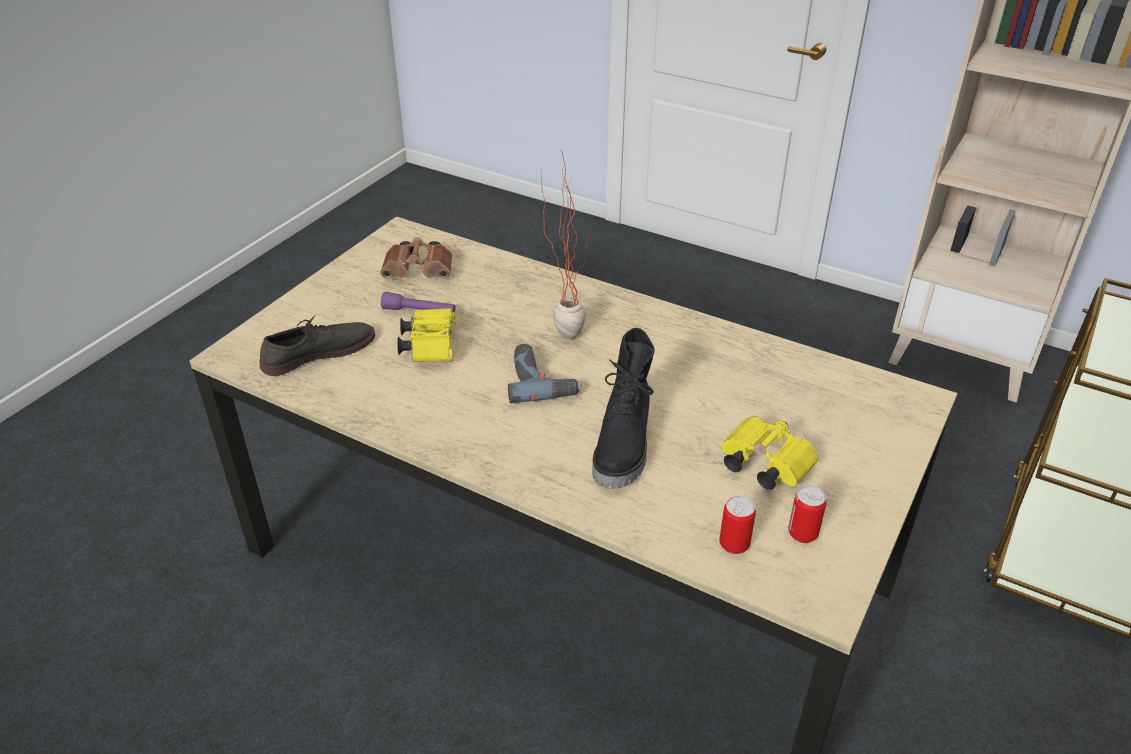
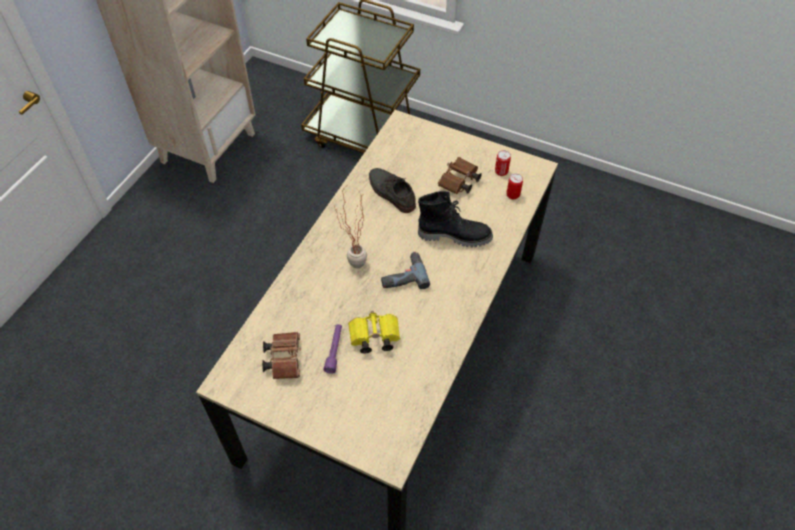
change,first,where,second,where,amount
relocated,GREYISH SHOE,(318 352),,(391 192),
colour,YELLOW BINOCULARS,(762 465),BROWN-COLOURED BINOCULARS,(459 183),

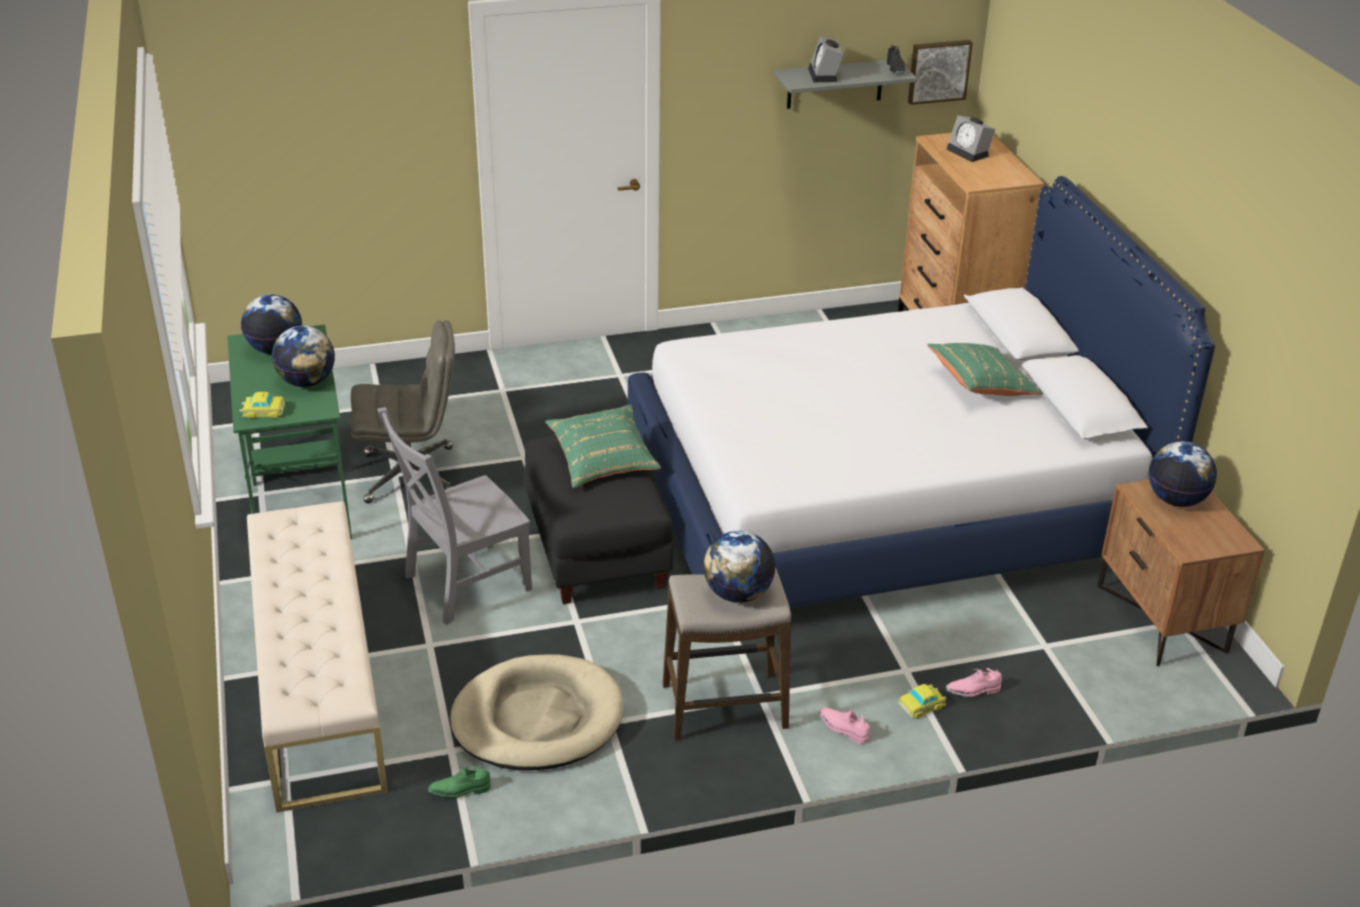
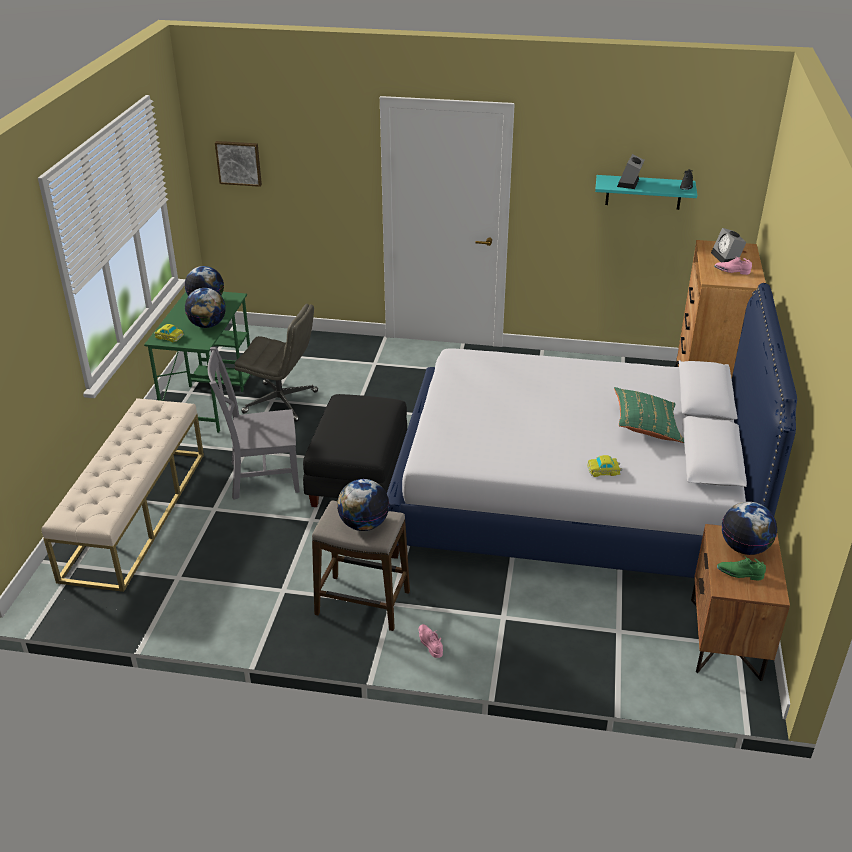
change,first,where,second,where,amount
relocated,WALL ART,(938 71),,(239 163),
relocated,TOY CAR,(922 705),,(604 470),
colour,GREYISH SHELF,(835 84),TURQUOISE-COLOURED SHELF,(643 192),
relocated,PINKISH SHOE,(973 691),,(732 271),
relocated,GREEN-COLOURED SHOE,(460 791),,(739 574),
missing,BEIGE-COLOURED PET BED,(537 719),,,
missing,GREEN-COLOURED PILLOW,(602 461),,,

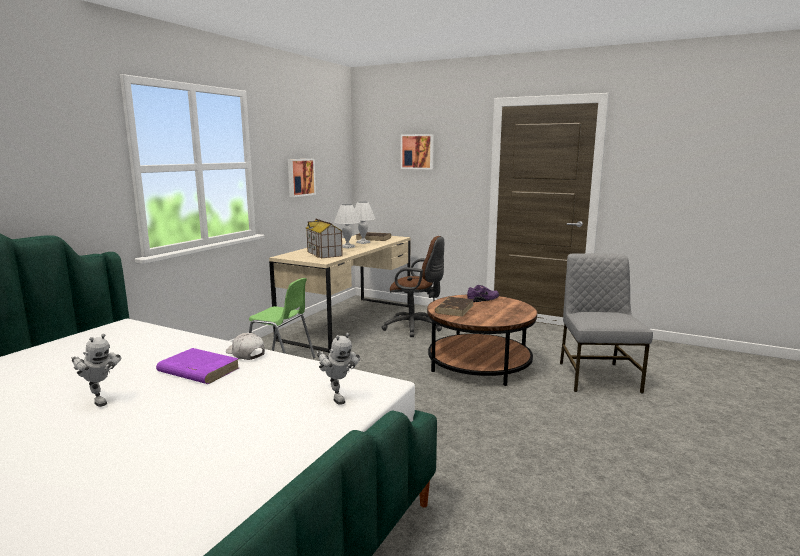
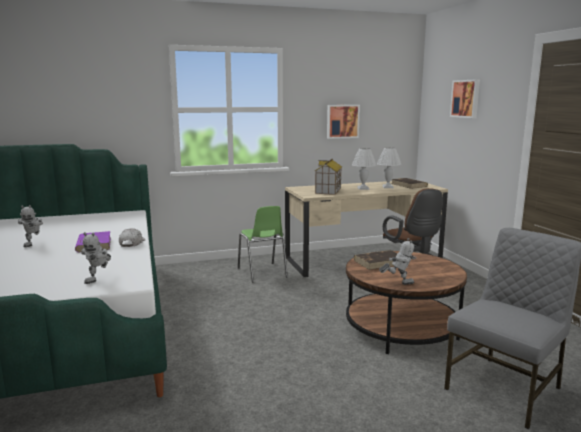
change,first,where,second,where,amount
appeared,,,TOY ROBOT,(398 283),
missing,PURPLE-COLOURED SHOE,(483 299),,,

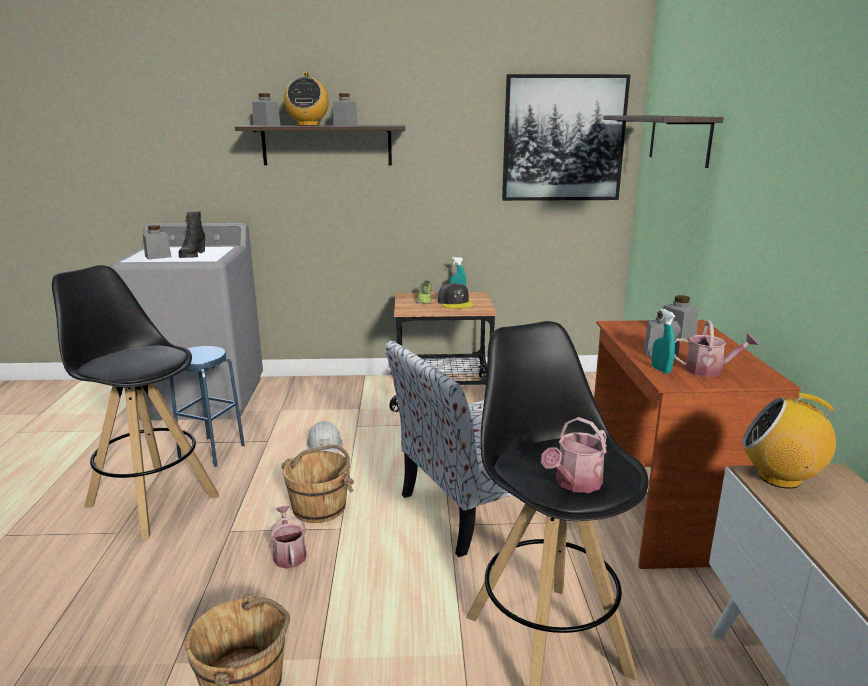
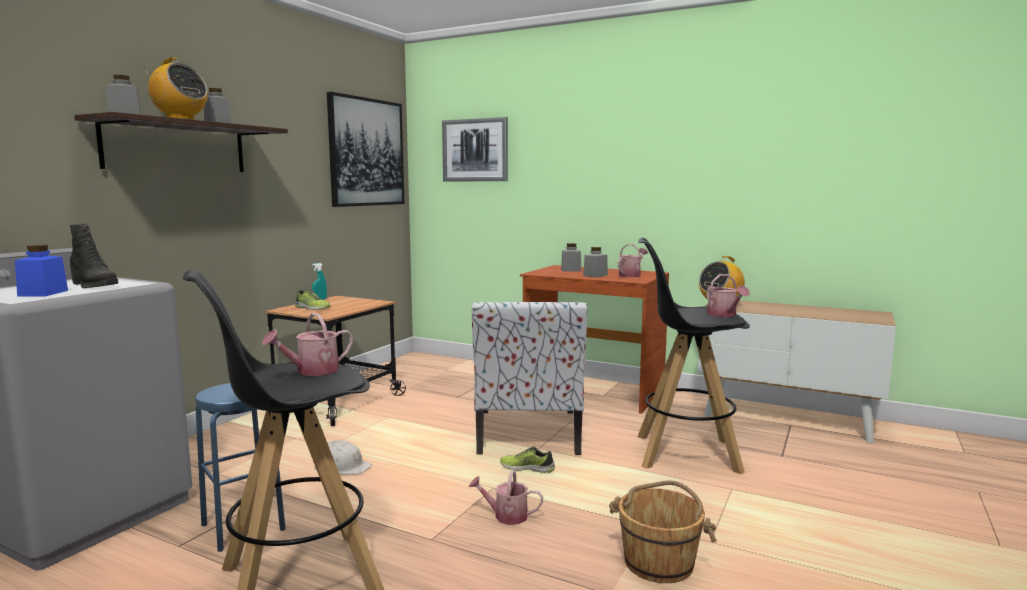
change,first,where,second,where,amount
colour,GREYISH JAR,(158 256),BLUE-COLOURED JAR,(43 293),
appeared,,,WATERING CAN,(312 371),
exchanged,SHELF,(679 139),WALL ART,(475 150),
appeared,,,SHOE,(527 468),
missing,BROWN-COLOURED BUCKET,(320 507),,,
missing,GREYISH BASEBALL CAP,(455 303),,,
missing,TURQUOISE-COLOURED SPRAYER,(660 370),,,

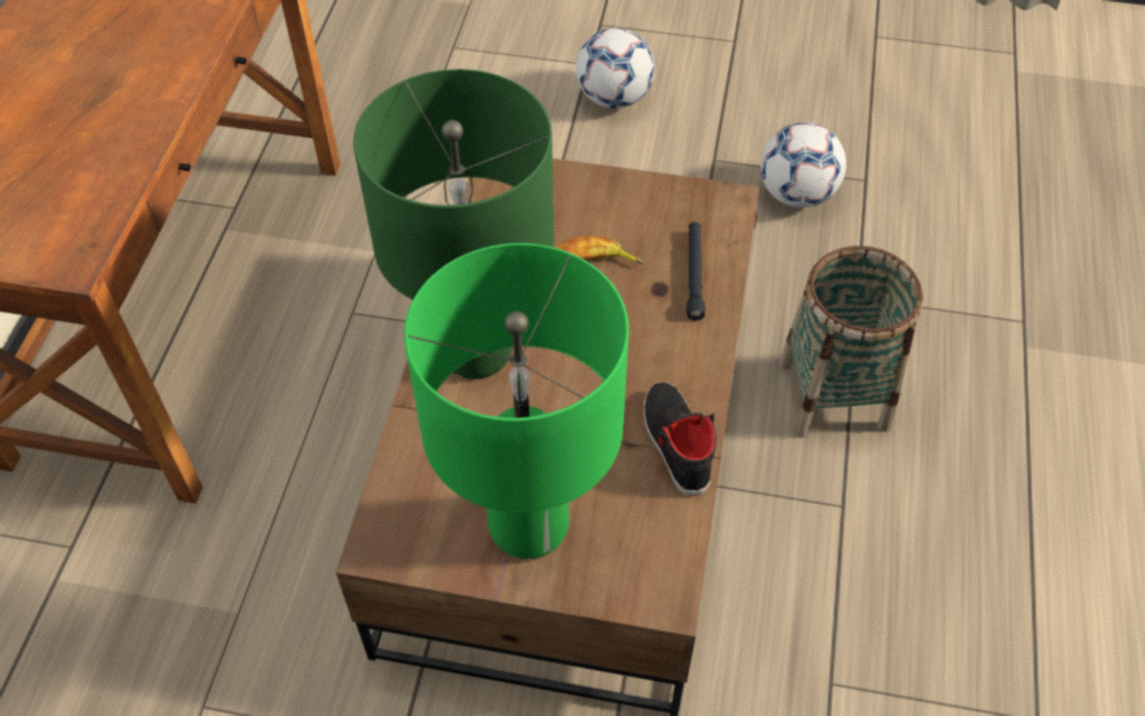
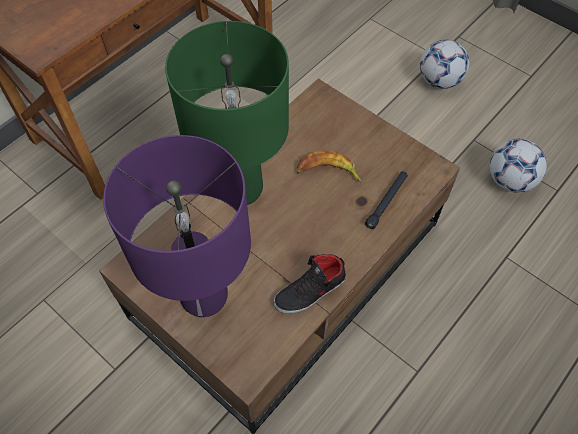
change,first,where,second,where,amount
colour,GREEN-COLOURED TABLE LAMP,(527 525),PURPLE-COLOURED TABLE LAMP,(204 296),
spun,BLACK SHOE,(675 442),,(310 291),135 degrees counterclockwise
missing,STORAGE BASKET,(834 395),,,

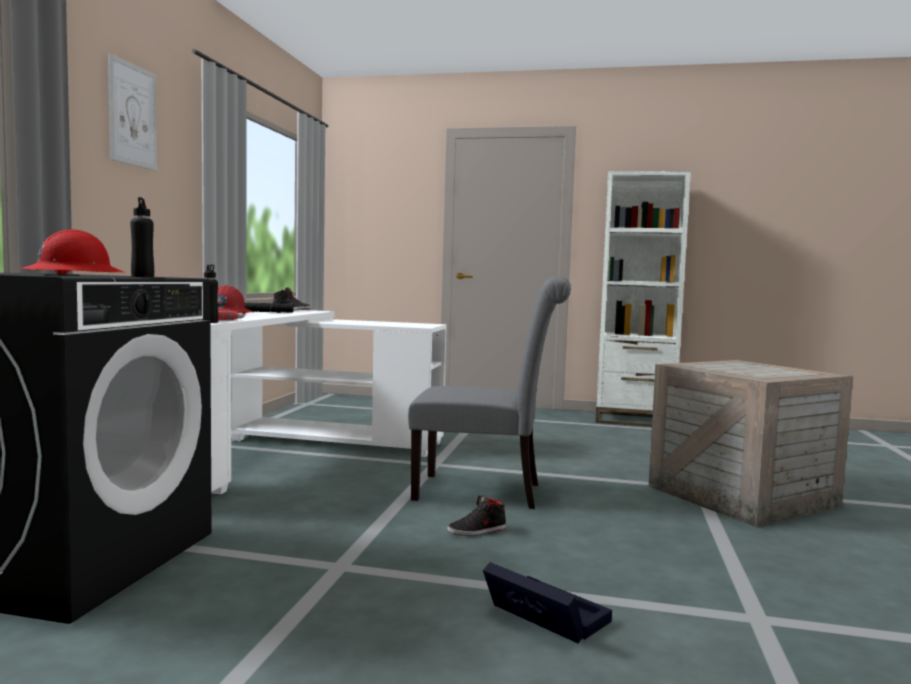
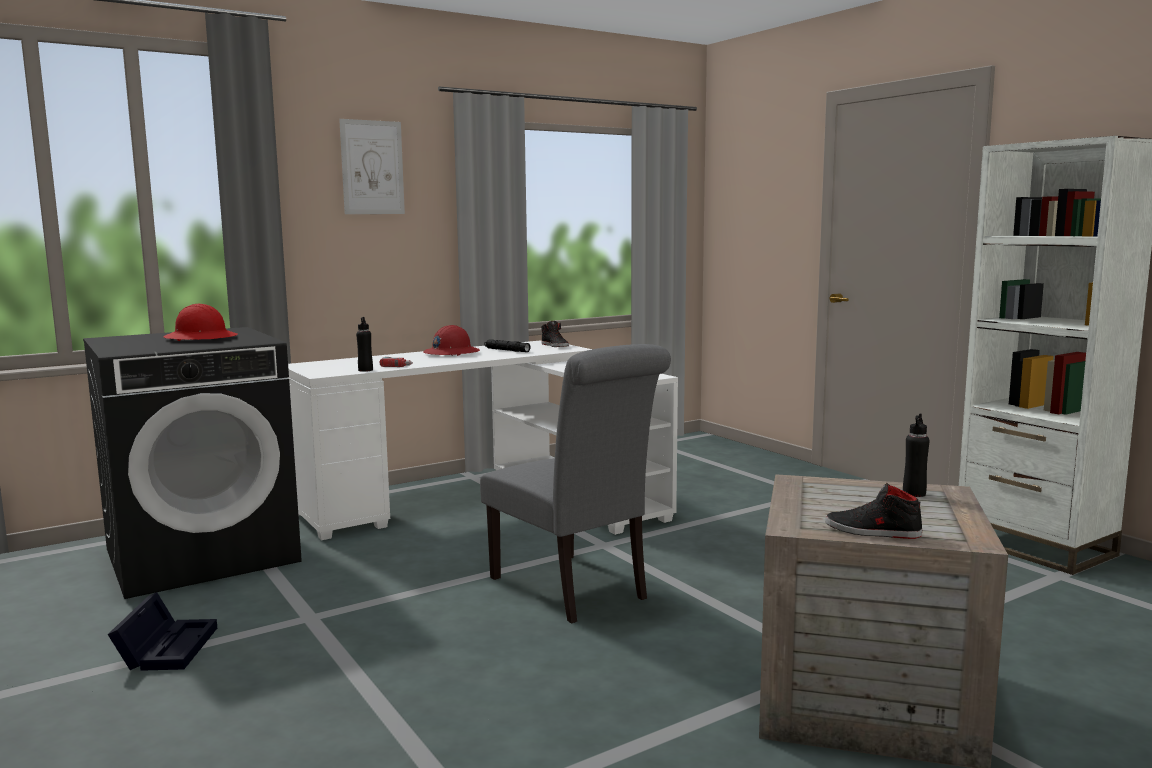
change,first,where,second,where,amount
relocated,BLACK STORAGE BIN,(542 616),,(167 647),
relocated,BLACK SHOE,(477 531),,(872 531),
relocated,BLACK BOTTLE,(142 277),,(914 493),

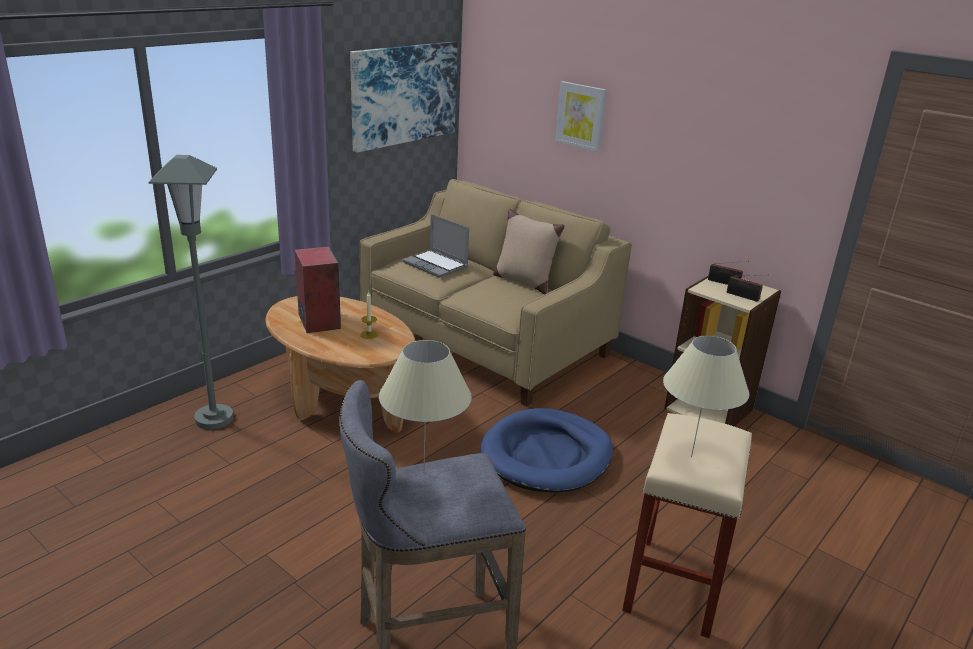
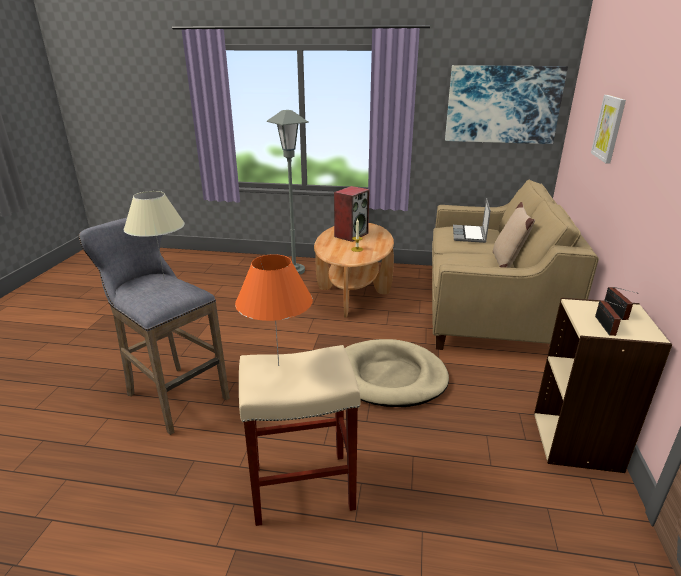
change,first,where,second,where,amount
colour,BEIGE-COLOURED TABLE LAMP,(691 457),ORANGE TABLE LAMP,(278 366),
colour,BLUE-COLOURED PET BED,(547 455),BEIGE-COLOURED PET BED,(390 377),

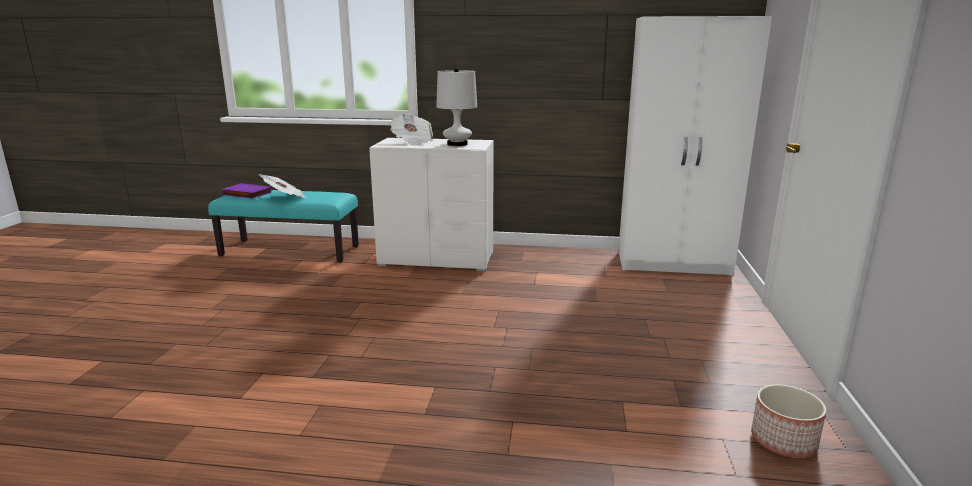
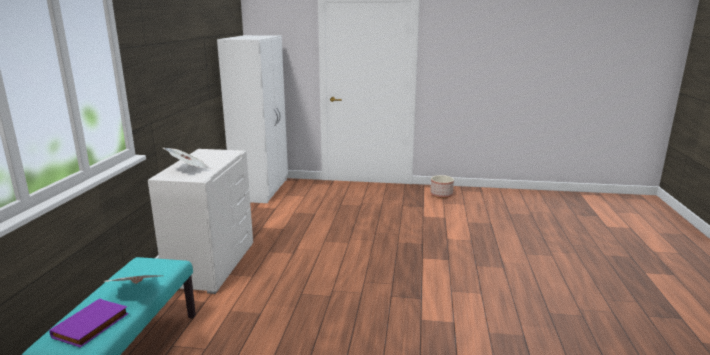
change,first,where,second,where,amount
missing,WHITISH TABLE LAMP,(457 144),,,

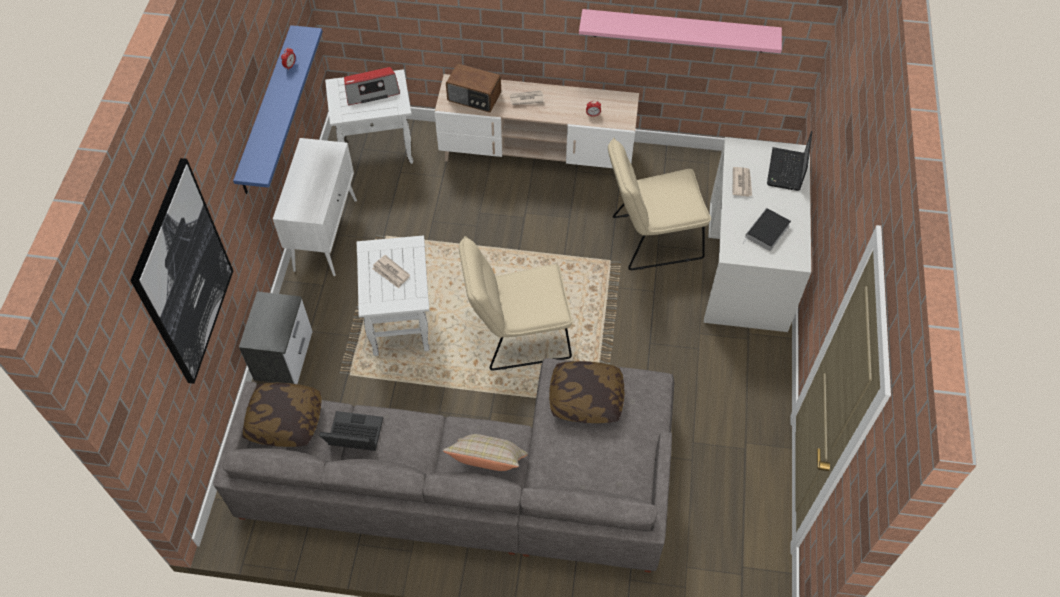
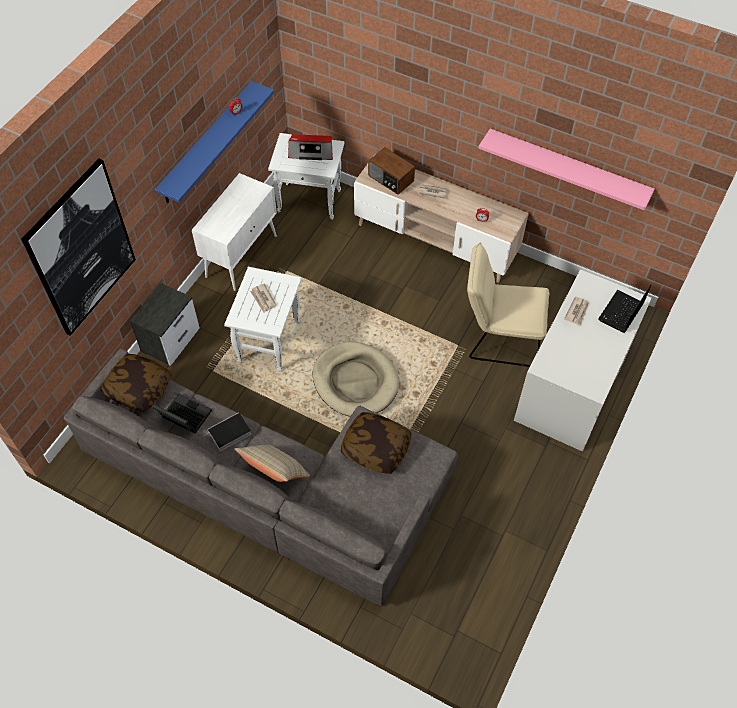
change,first,where,second,where,amount
relocated,VOLUME,(767 232),,(229 434),
exchanged,BEIGE-COLOURED UPRIGHT CHAIR,(516 335),BEIGE-COLOURED PET BED,(355 381),

